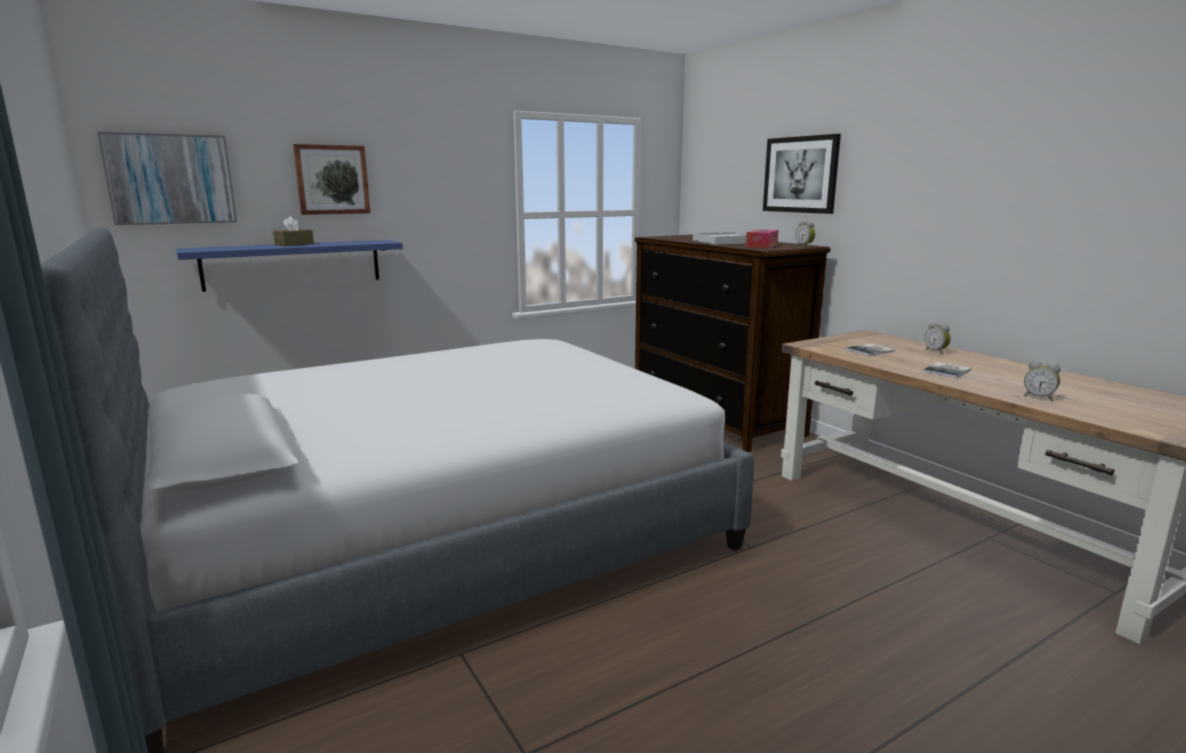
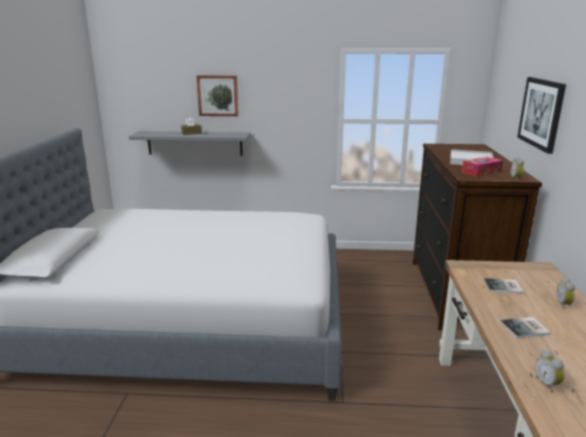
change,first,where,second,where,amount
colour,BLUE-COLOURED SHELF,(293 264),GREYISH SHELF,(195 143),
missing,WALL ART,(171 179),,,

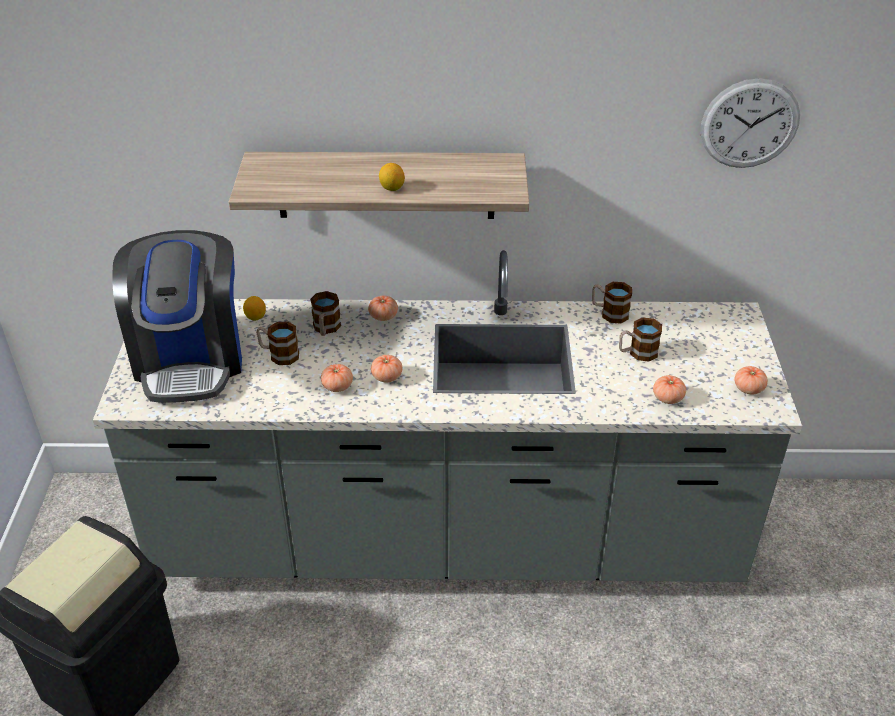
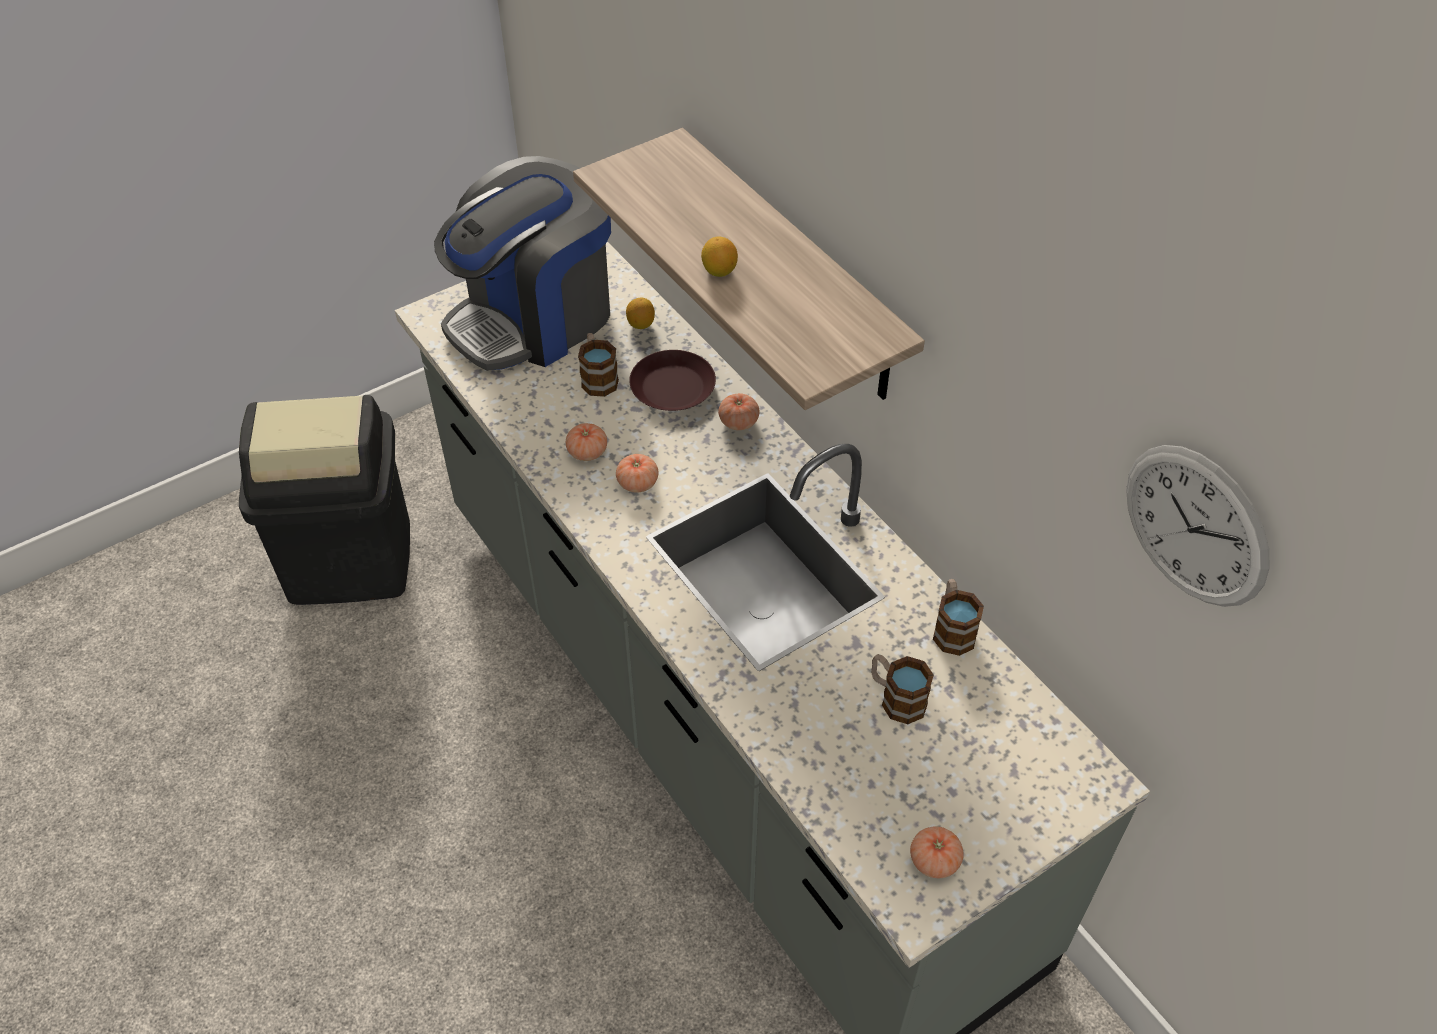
change,first,where,second,where,amount
exchanged,MUG,(326 329),BROWN-COLOURED PLATE,(672 388),
missing,WHOLE TOMATO,(668 398),,,

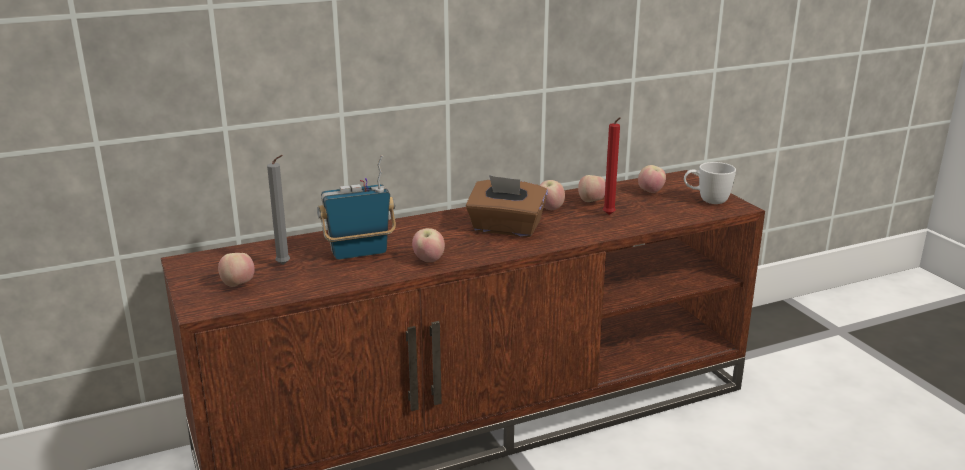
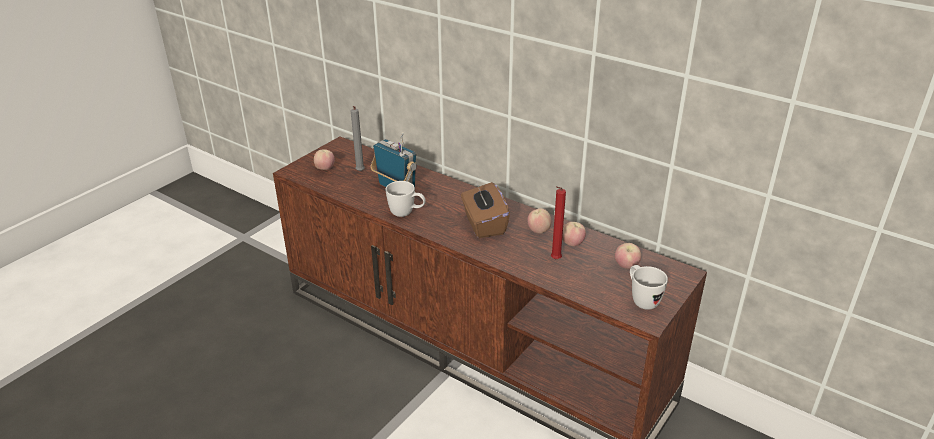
change,first,where,second,where,amount
exchanged,WHOLE APPLE,(428 260),WHITISH MUG,(407 213),

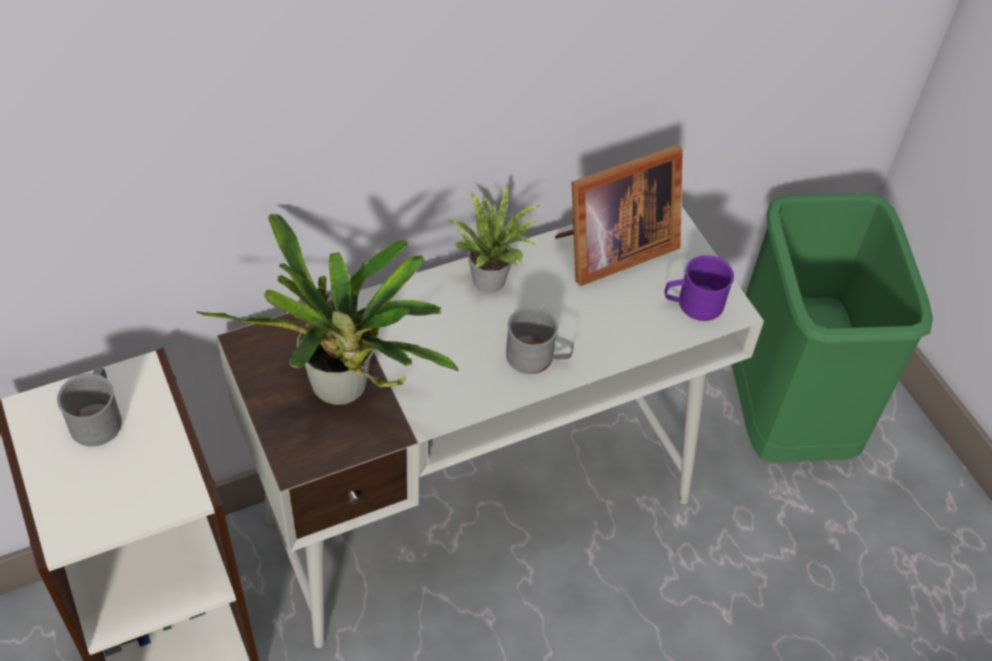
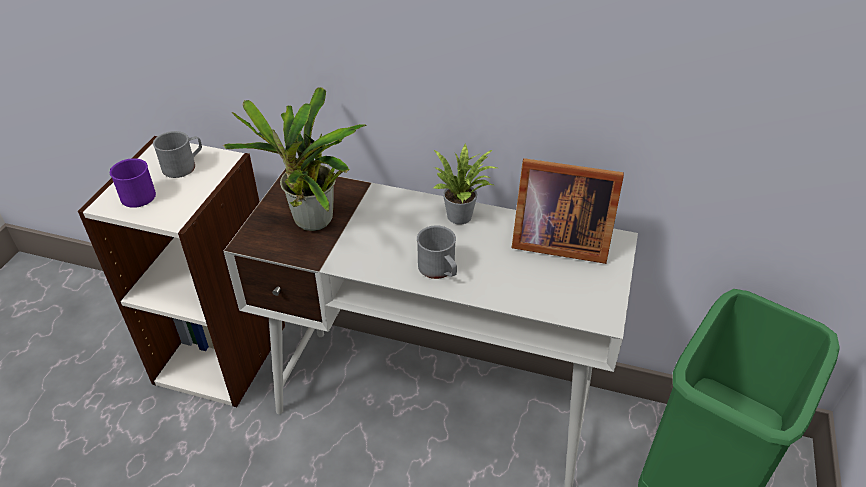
change,first,where,second,where,amount
relocated,PURPLE-COLOURED MUG,(693 304),,(134 195),

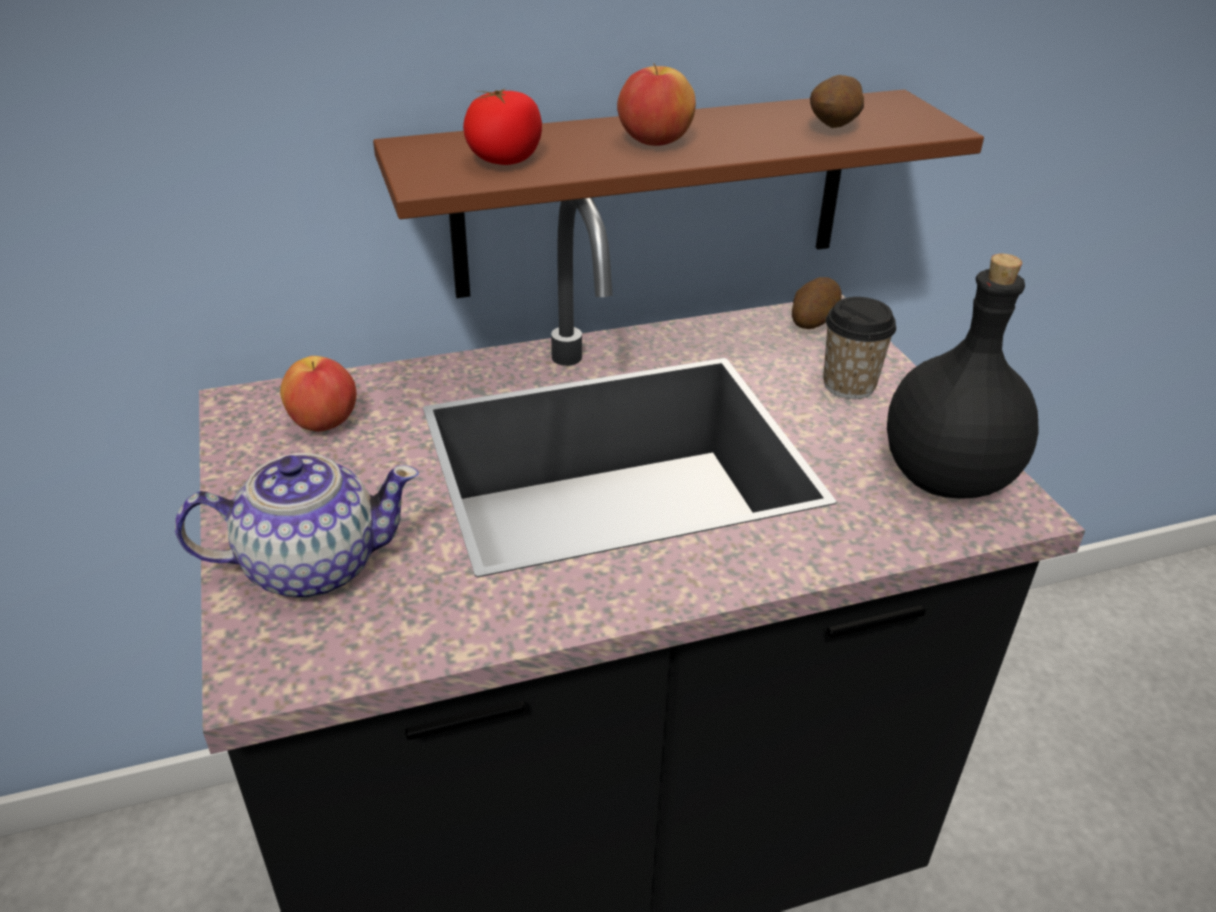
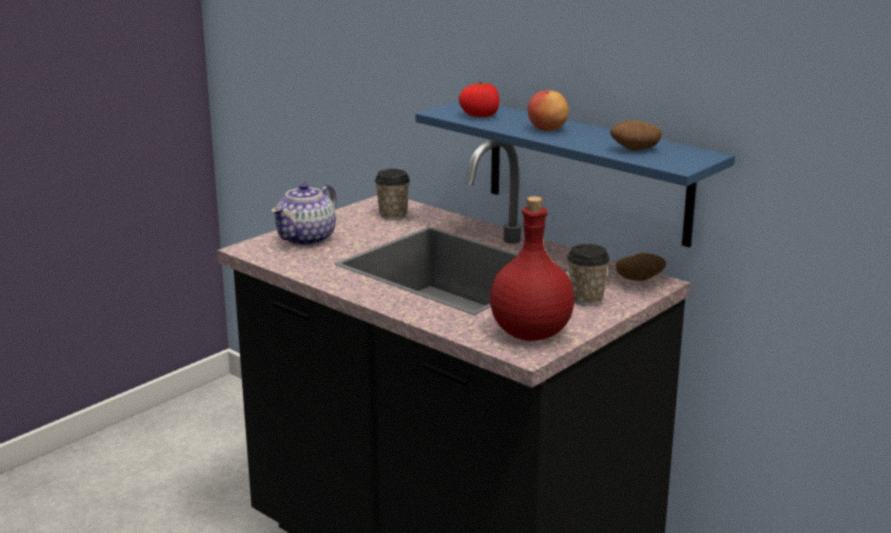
change,first,where,second,where,amount
spun,TEA POT,(310 565),,(307 239),75 degrees clockwise
exchanged,WHOLE APPLE,(324 423),DRINKING CUP,(393 215),
colour,BROWN-COLOURED SHELF,(653 194),BLUE-COLOURED SHELF,(587 171),
colour,BLACK BOTTLE,(946 479),RED BOTTLE,(529 334),

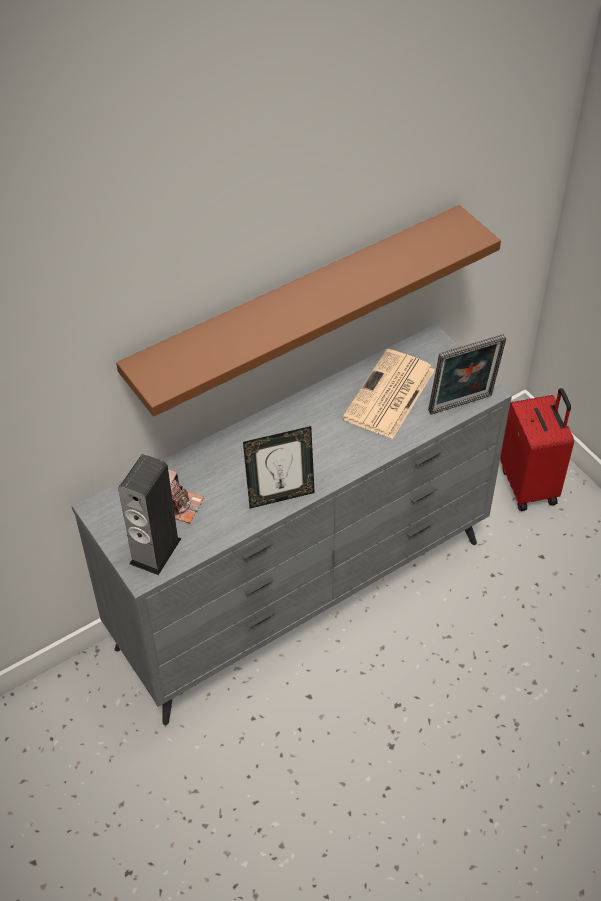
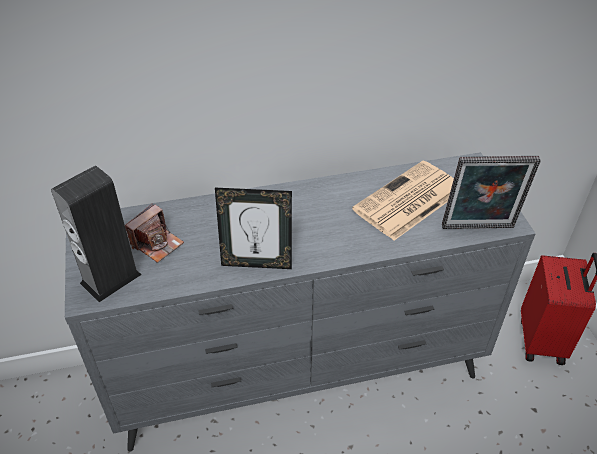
change,first,where,second,where,amount
missing,BROWN-COLOURED SHELF,(297 305),,,

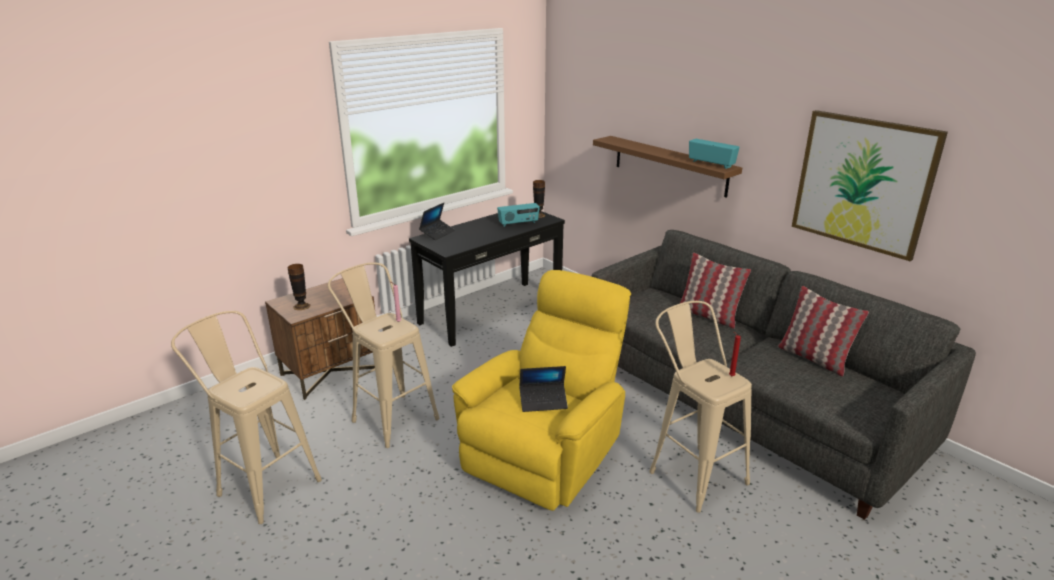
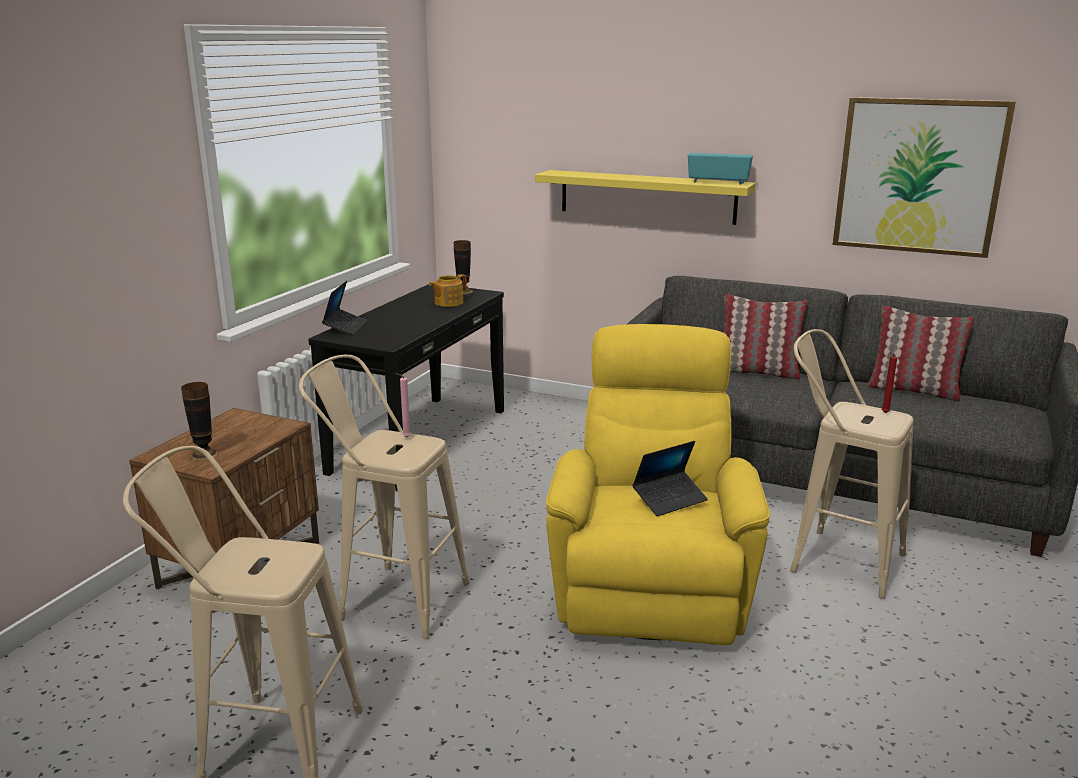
change,first,where,second,where,amount
exchanged,RADIO SET,(518 223),TEA POT,(448 303),
colour,BROWN-COLOURED SHELF,(669 165),YELLOW SHELF,(647 196),

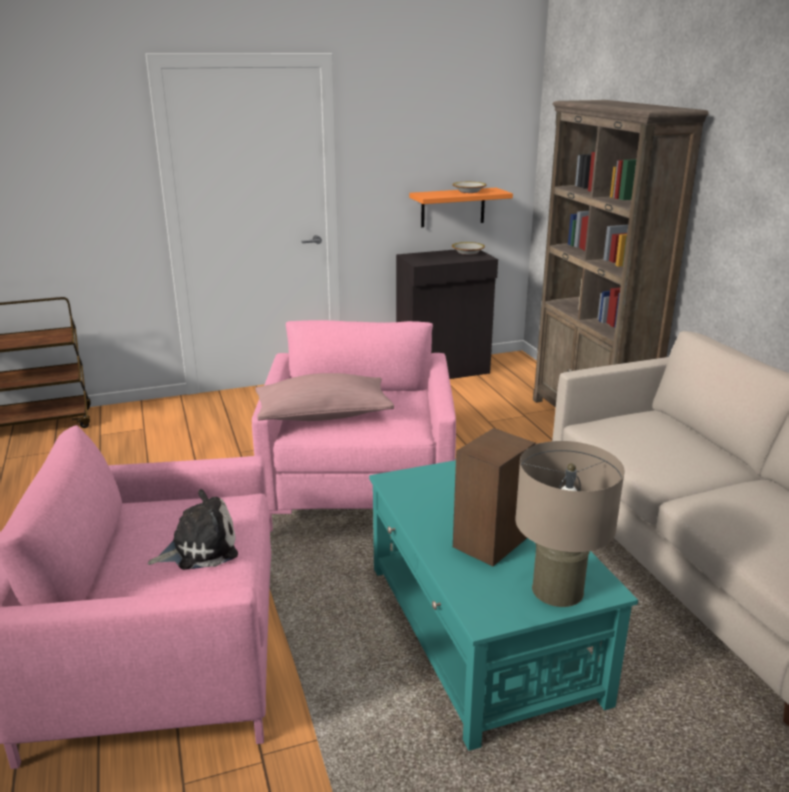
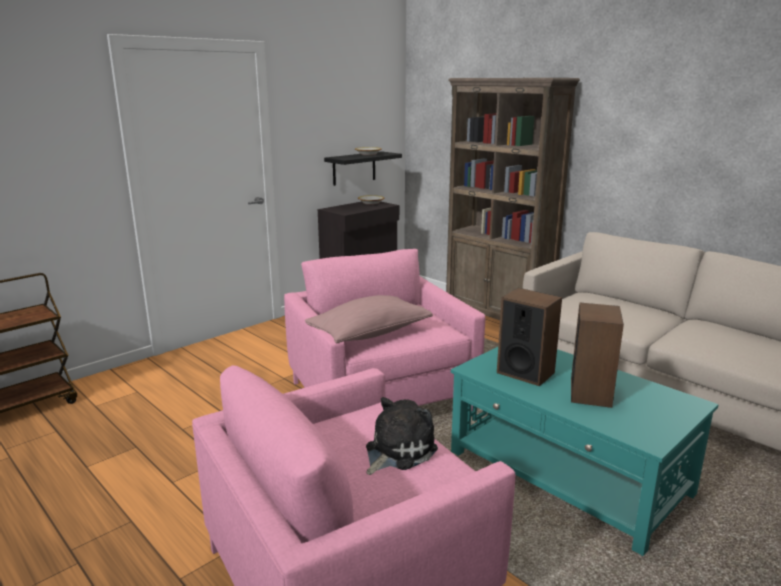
change,first,where,second,where,amount
colour,ORANGE SHELF,(453 207),BLACK SHELF,(354 168),
appeared,,,SPEAKER,(525 372),
missing,BEIGE-COLOURED TABLE LAMP,(558 590),,,

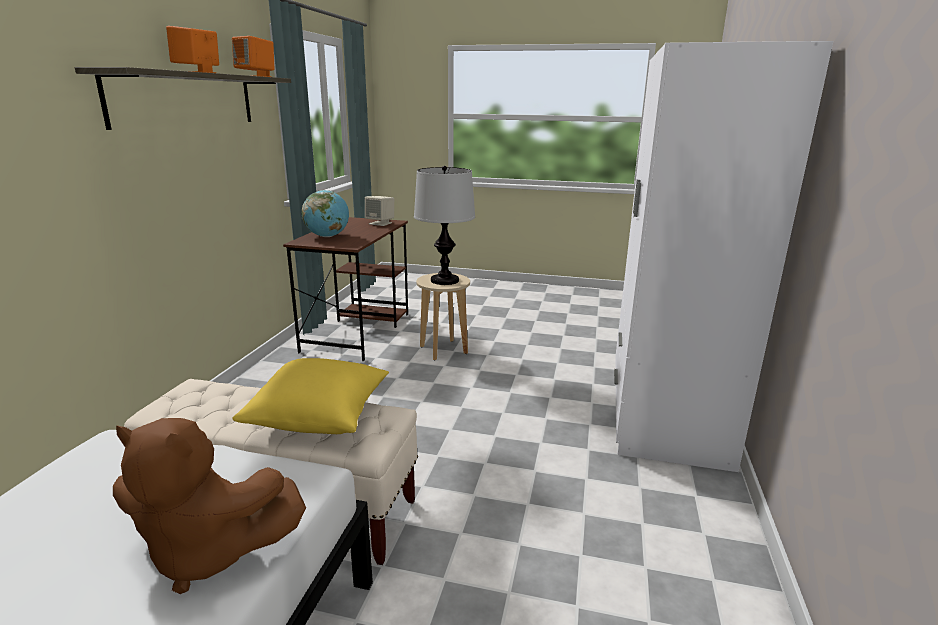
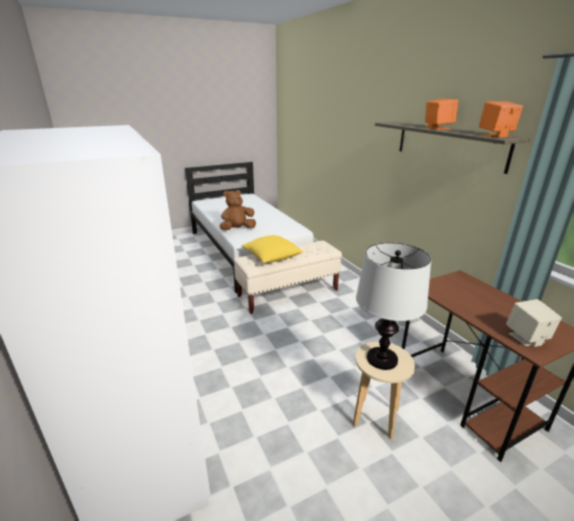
change,first,where,second,where,amount
missing,DESK GLOBE,(327 236),,,

